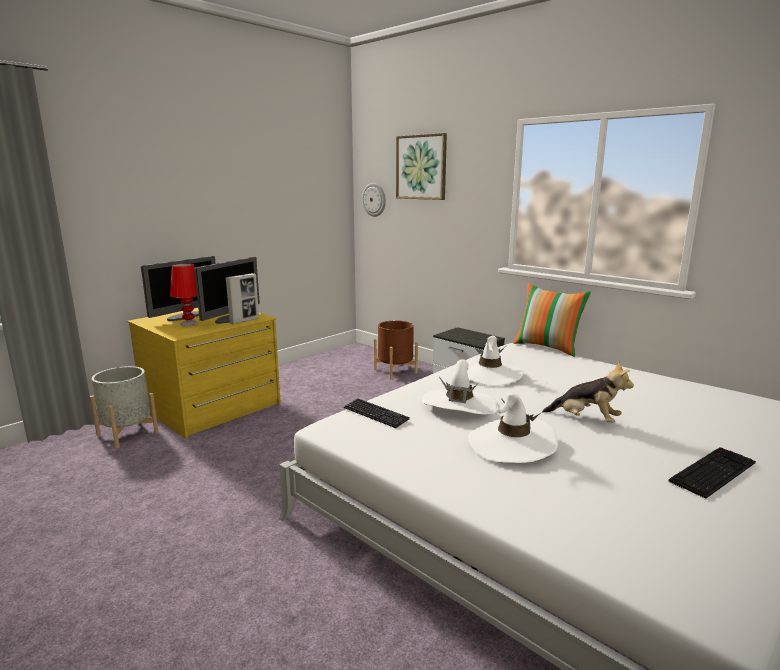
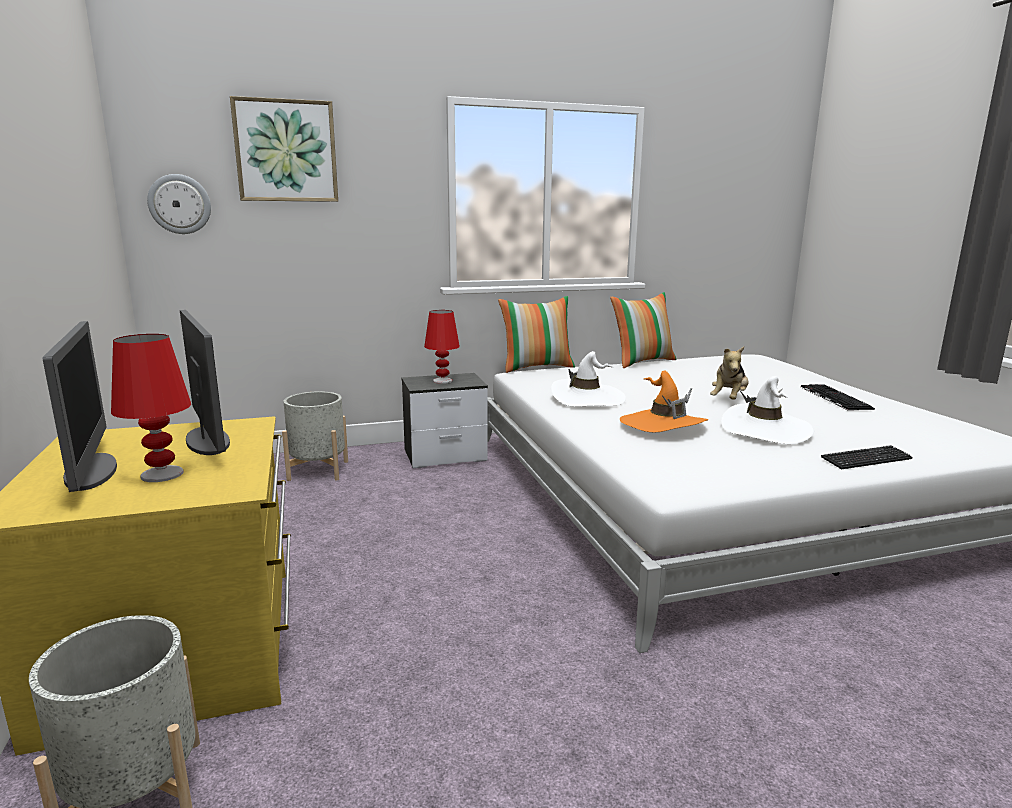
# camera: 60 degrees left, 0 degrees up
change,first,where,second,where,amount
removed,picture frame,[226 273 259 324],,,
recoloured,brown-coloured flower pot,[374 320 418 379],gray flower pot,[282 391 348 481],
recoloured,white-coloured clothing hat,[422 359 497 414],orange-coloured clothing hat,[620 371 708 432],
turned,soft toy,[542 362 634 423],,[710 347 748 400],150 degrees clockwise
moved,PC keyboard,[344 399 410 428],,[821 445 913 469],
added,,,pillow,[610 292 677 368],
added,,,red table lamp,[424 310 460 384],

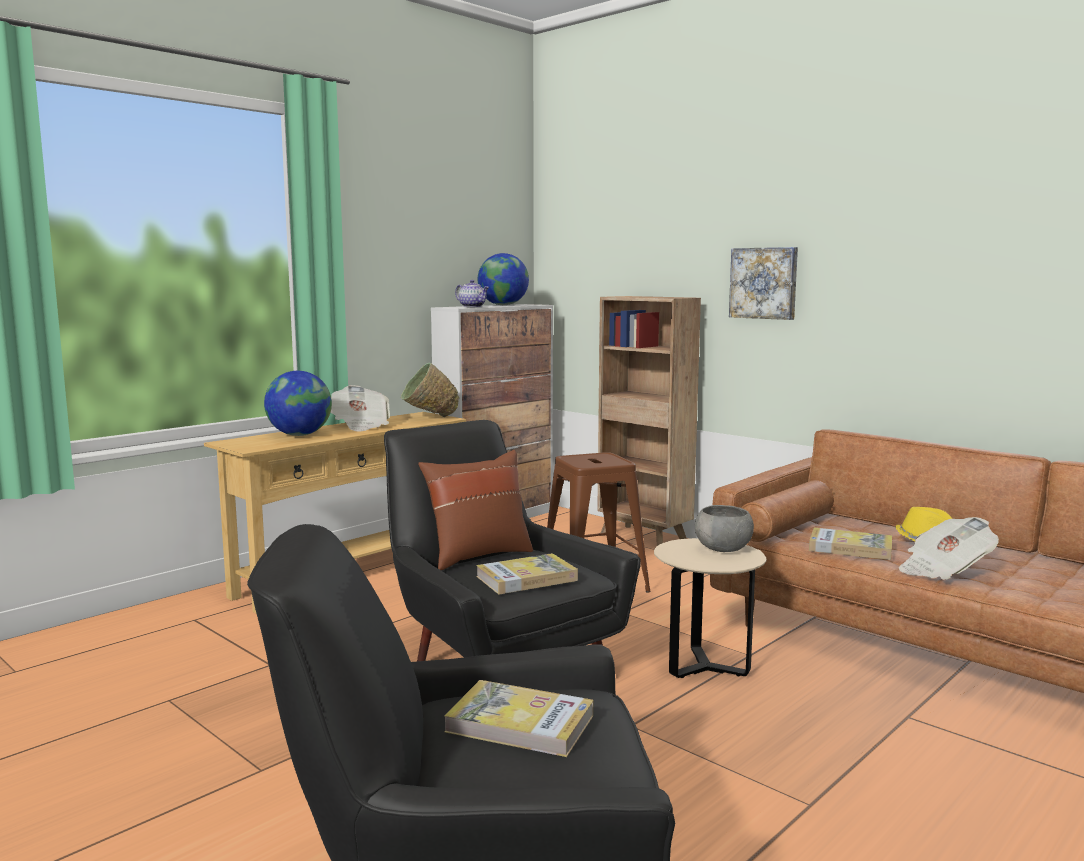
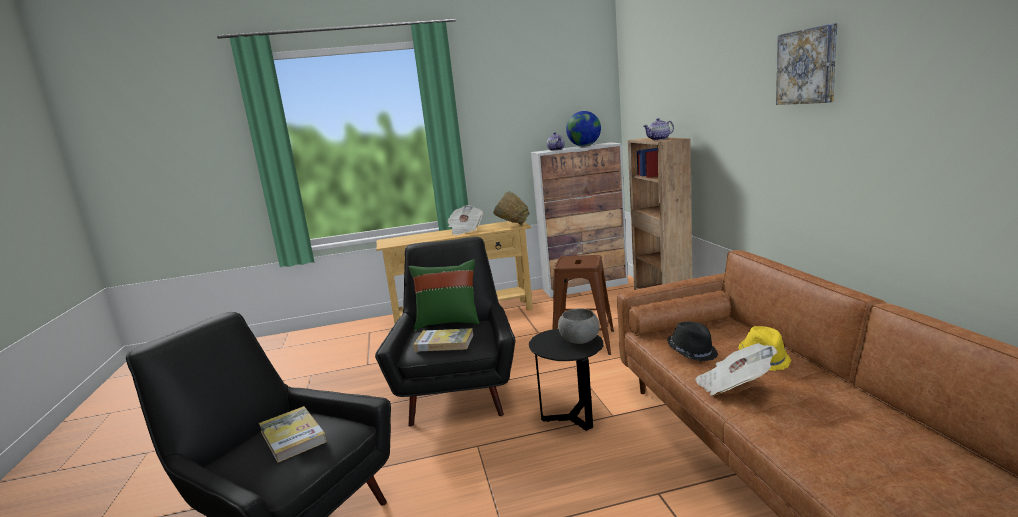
# camera: 35 degrees right, 5 degrees up
change,first,where,second,where,amount
moved,wall art,[729 247 798 320],,[776 23 837 105],
removed,globe,[264 371 332 436],,,
recoloured,brown-coloured pillow,[418 450 533 570],green pillow,[409 259 479 330],
replaced,bound book,[809 527 892 560],blackish clothing hat,[667 322 718 361],
recoloured,sand-coloured accent table,[654 538 766 678],blackish accent table,[529 328 603 431],
added,,,tea pot,[644 118 674 140],

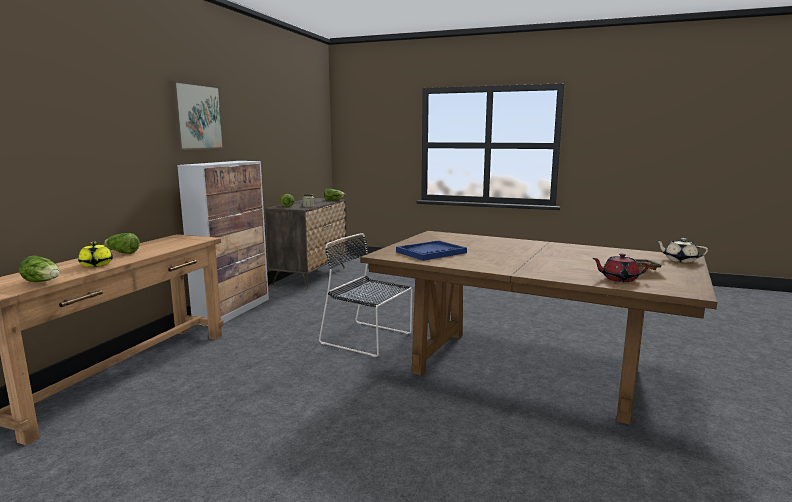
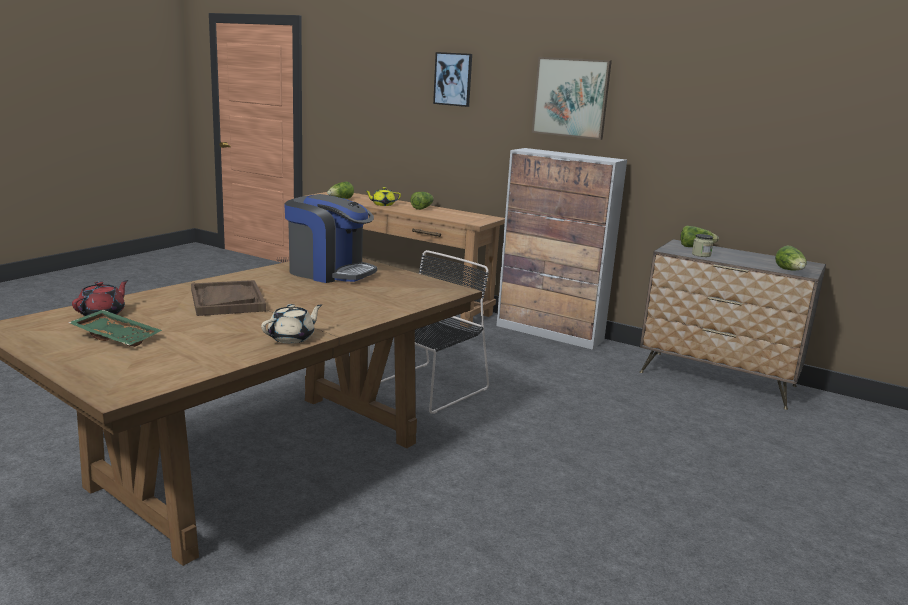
# camera: 100 degrees right, 5 degrees up
change,first,where,second,where,amount
moved,sand-coloured tea pot,[655 238 708 263],,[261 304 322 344],
replaced,blue-coloured tray,[396 240 467 261],coffee maker,[284 194 377 283],
added,,,wall art,[433 52 472 107],
added,,,brown-coloured tray,[191 280 266 316],

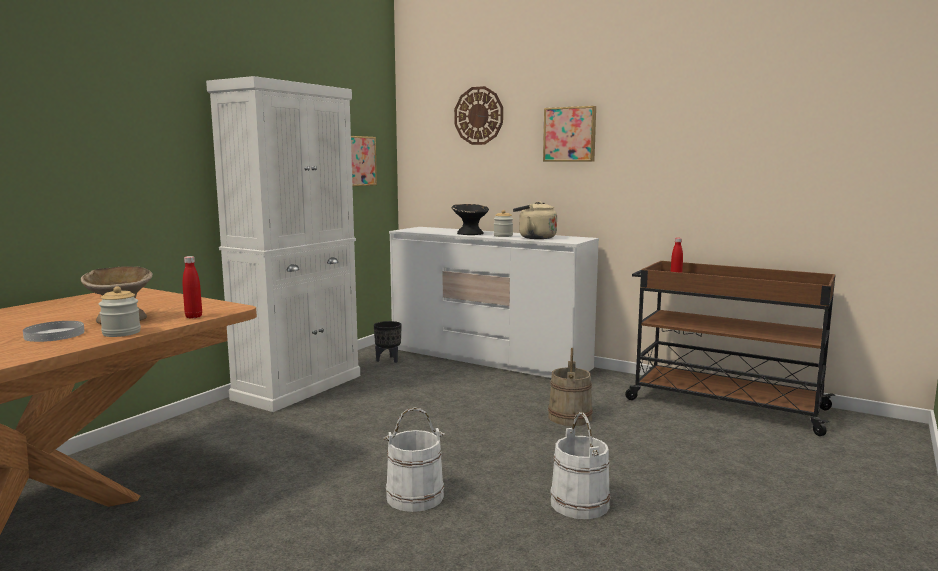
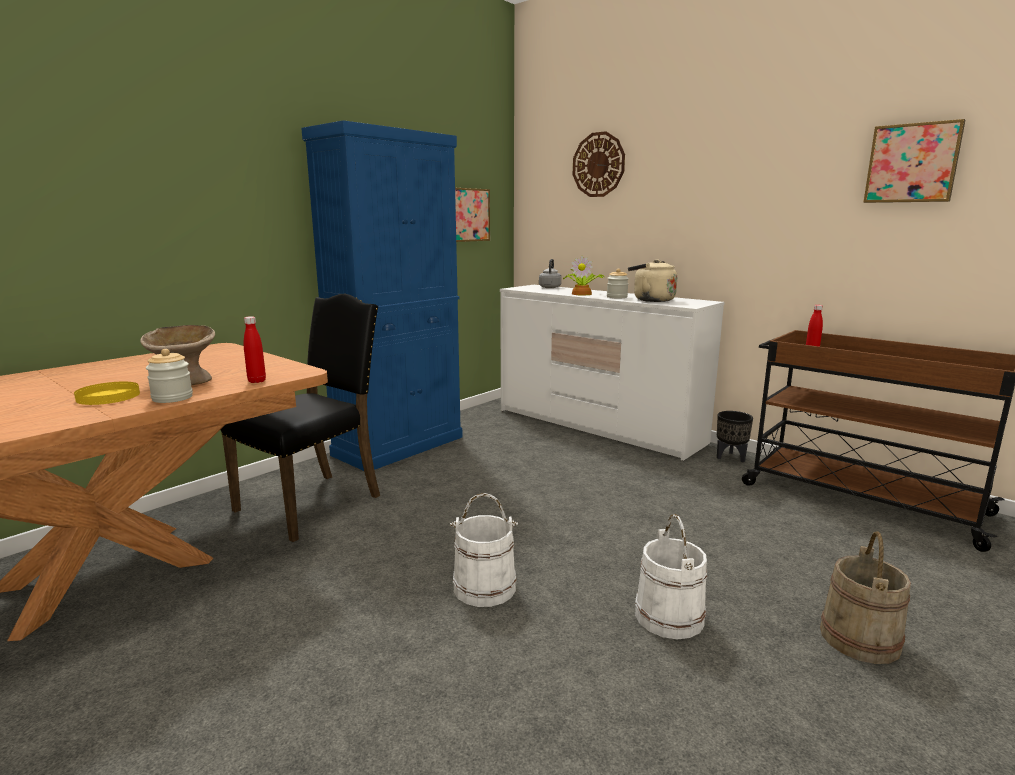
# camera: 10 degrees right, 5 degrees up
change,first,where,second,where,amount
recoloured,white-coloured storage cabinet,[206 76 360 412],blue-coloured storage cabinet,[301 120 463 471],
moved,wall art,[543 106 596 162],,[863 119 965 203],
replaced,blackish bowl,[452 204 489 235],plant in a pot,[563 256 604 295],
recoloured,white-coloured flat dish,[23 321 85 342],yellow-coloured flat dish,[74 382 140 405],
moved,blackish flower pot,[374 321 402 363],,[717 411 753 462],
moved,sand-coloured water bucket,[548 348 593 426],,[820 531 911 664],
added,,,gray kettle,[539 259 562 288],
added,,,blackish plain chair,[220 294 380 542],

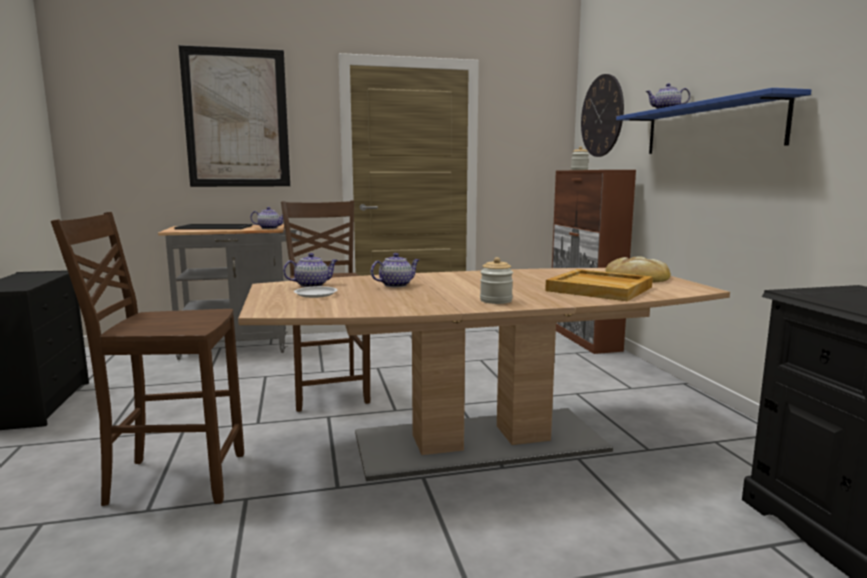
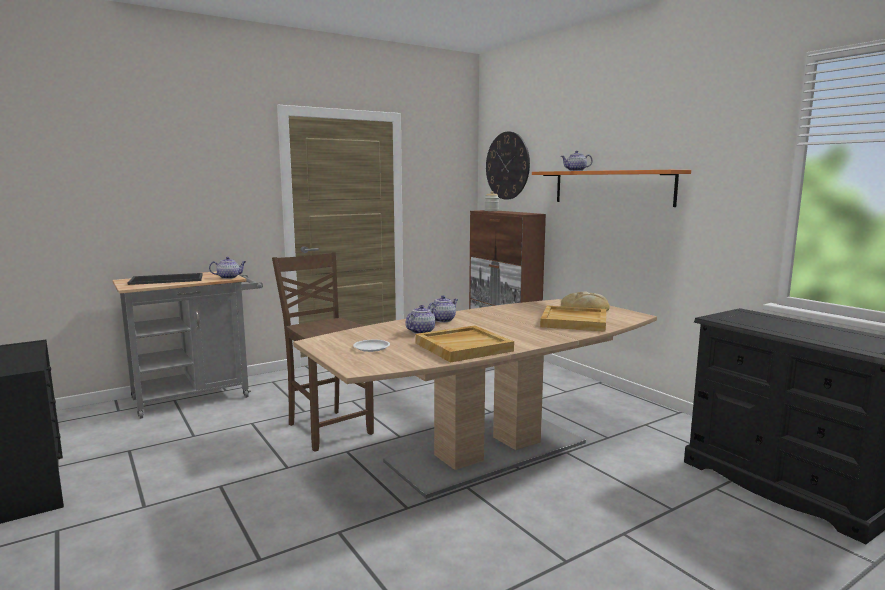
# camera: 20 degrees left, 0 degrees up
change,first,where,second,where,amount
removed,wall art,[179 45 290 187],,,
recoloured,blue-coloured bracket shelf,[616 88 811 154],orange-coloured bracket shelf,[532 170 691 207],
removed,brown-coloured plain chair,[51 212 244 506],,,
moved,tea pot,[283 253 338 287],,[427 295 458 323],
removed,jar,[480 257 513 304],,,
added,,,sand-coloured tray,[415 326 514 363],

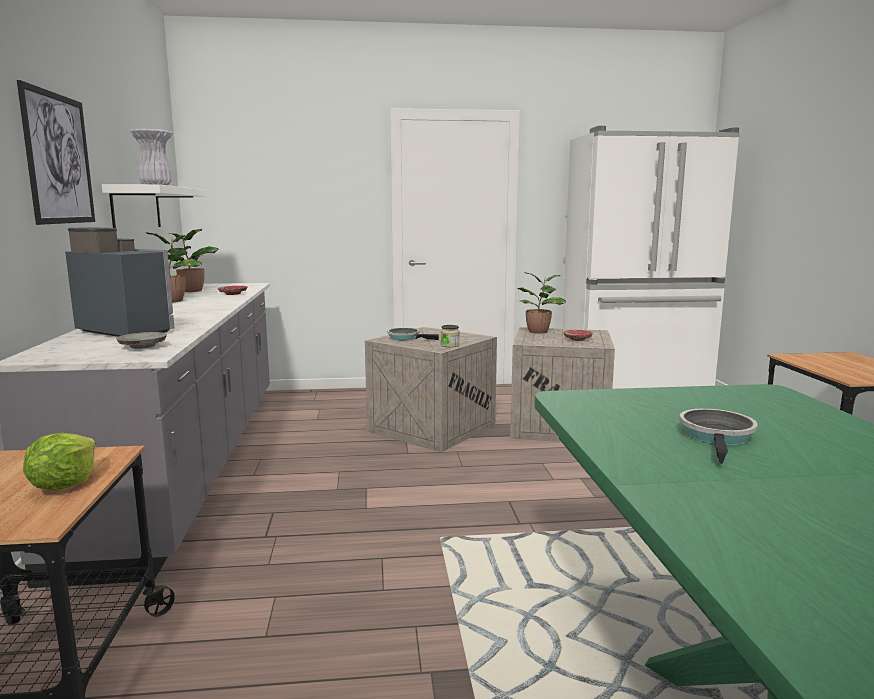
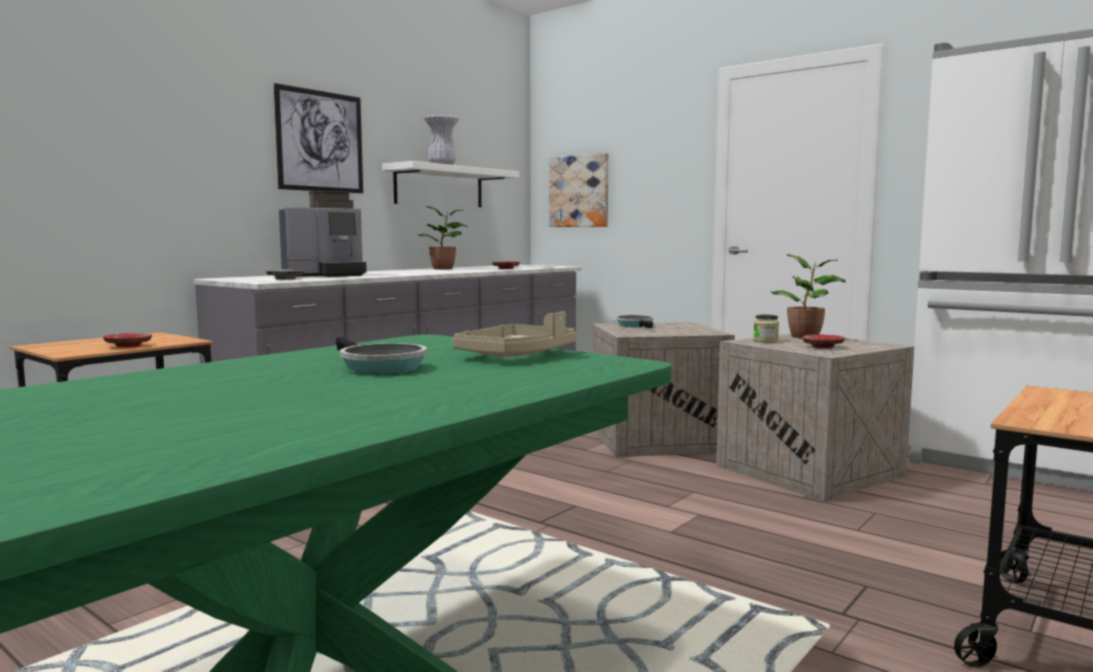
# camera: 45 degrees right, 5 degrees down
change,first,where,second,where,amount
turned,coffee maker,[65 227 174 337],,[279 191 367 277],75 degrees clockwise
removed,plant in a pot,[168 229 219 292],,,
moved,jar,[441 325 460 347],,[753 315 779 343],
turned,frying pan,[679 408 758 464],,[335 337 427 374],75 degrees clockwise
replaced,head of lettuce,[23 433 96 490],red flat dish,[103 333 152 347],
added,,,wall art,[549 153 608 227],
added,,,sand-coloured tray,[452 312 576 357],

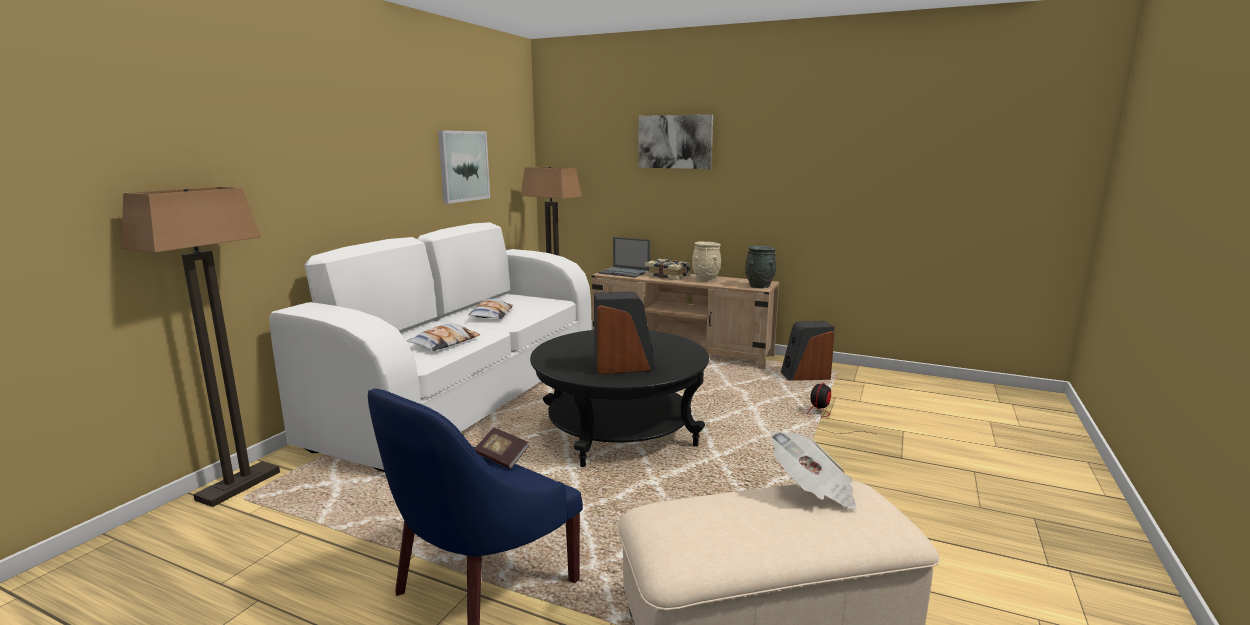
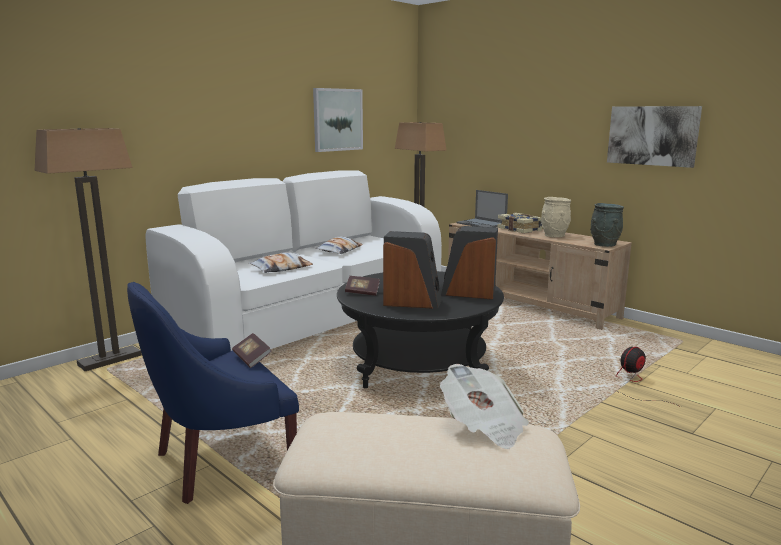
# camera: 20 degrees right, 0 degrees up
change,first,where,second,where,amount
moved,wall art,[638 115 713 169],,[607 106 702 168],
moved,audio speaker,[781 321 835 381],,[441 226 498 300],
added,,,bound book,[345 276 380 296],

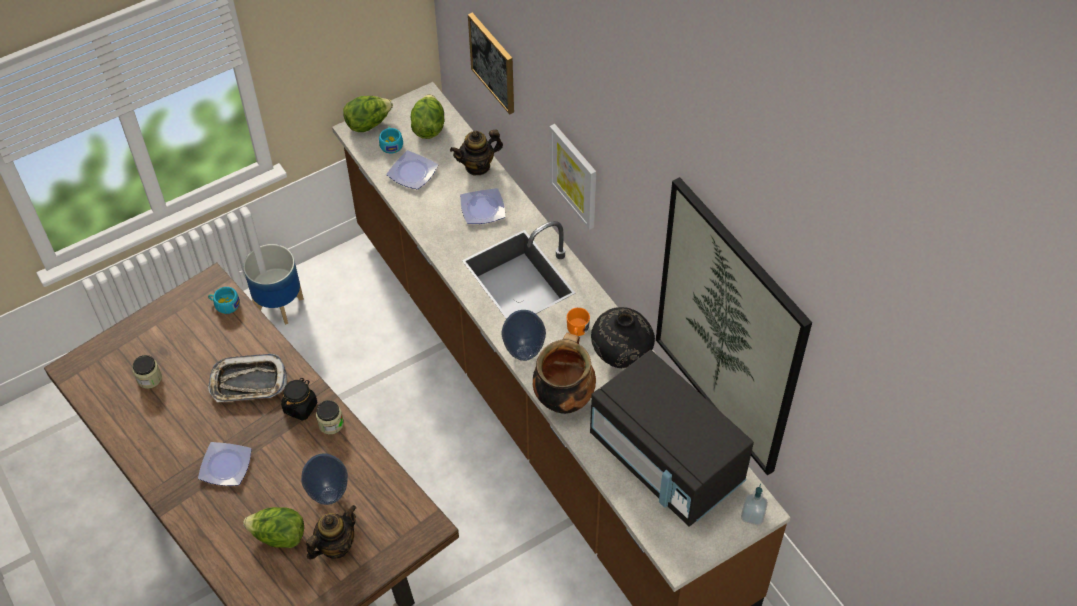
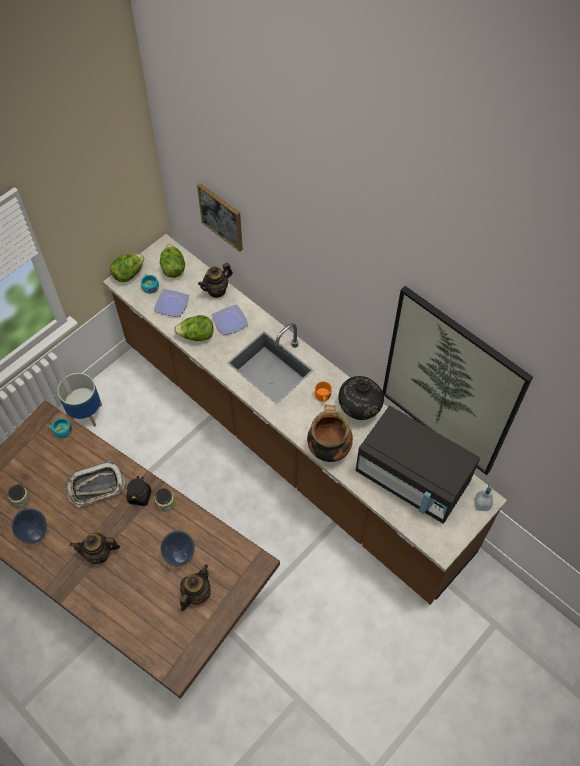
# camera: 15 degrees left, 5 degrees up
change,first,where,second,where,amount
removed,wall art,[550 124 596 230],,,
moved,vase,[501 310 546 361],,[12 508 47 544],
replaced,flat dish,[198 442 252 486],tea pot,[70 532 120 564],
moved,head of lettuce,[243 507 304 548],,[174 315 214 341],

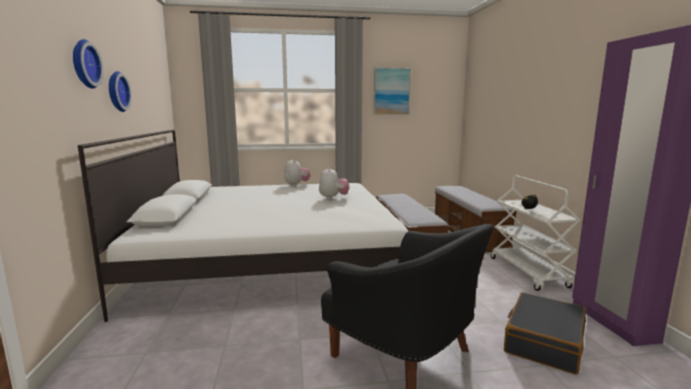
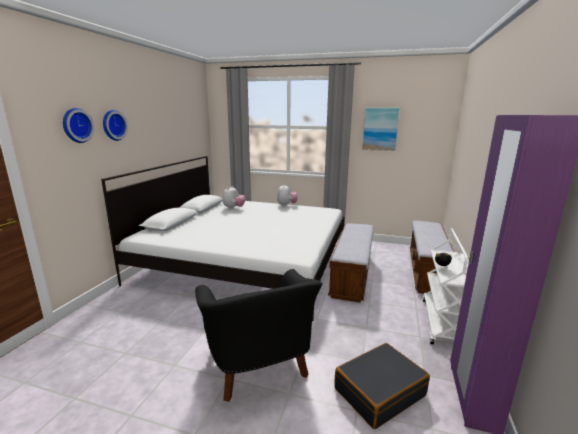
# camera: 25 degrees right, 5 degrees up
change,first,where,second,where,amount
moved,clock on the wall,[109 71 132 112],,[63 108 94 143],
moved,soft toy,[319 167 349 200],,[222 186 246 209],

